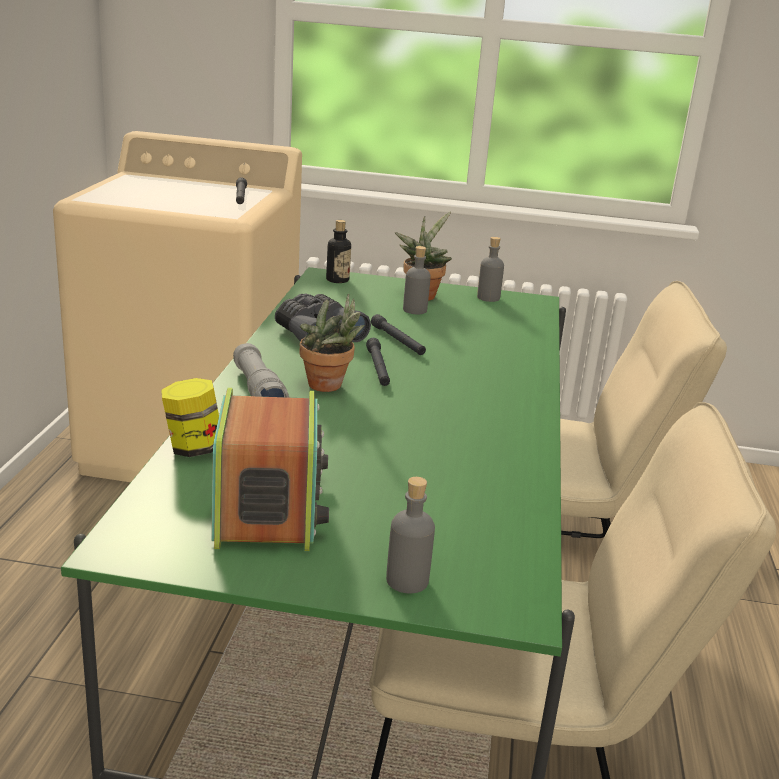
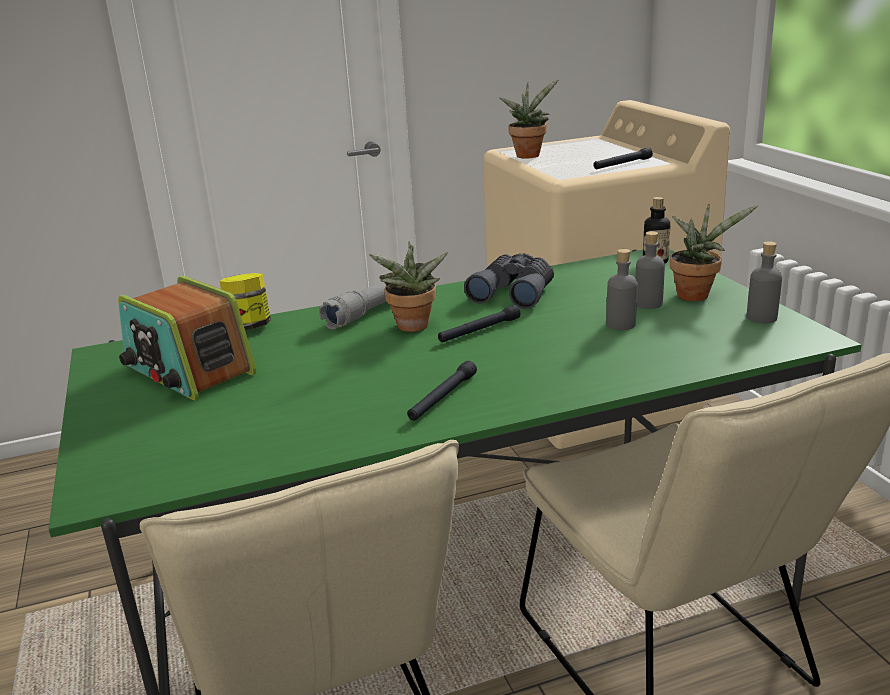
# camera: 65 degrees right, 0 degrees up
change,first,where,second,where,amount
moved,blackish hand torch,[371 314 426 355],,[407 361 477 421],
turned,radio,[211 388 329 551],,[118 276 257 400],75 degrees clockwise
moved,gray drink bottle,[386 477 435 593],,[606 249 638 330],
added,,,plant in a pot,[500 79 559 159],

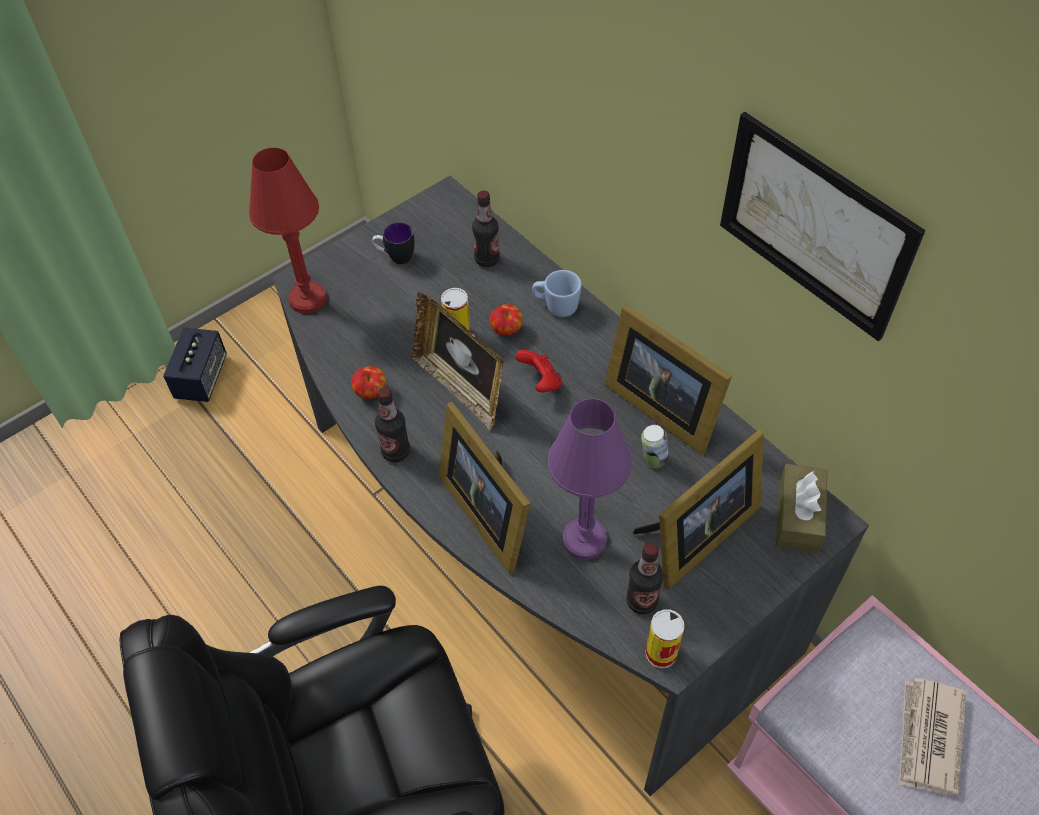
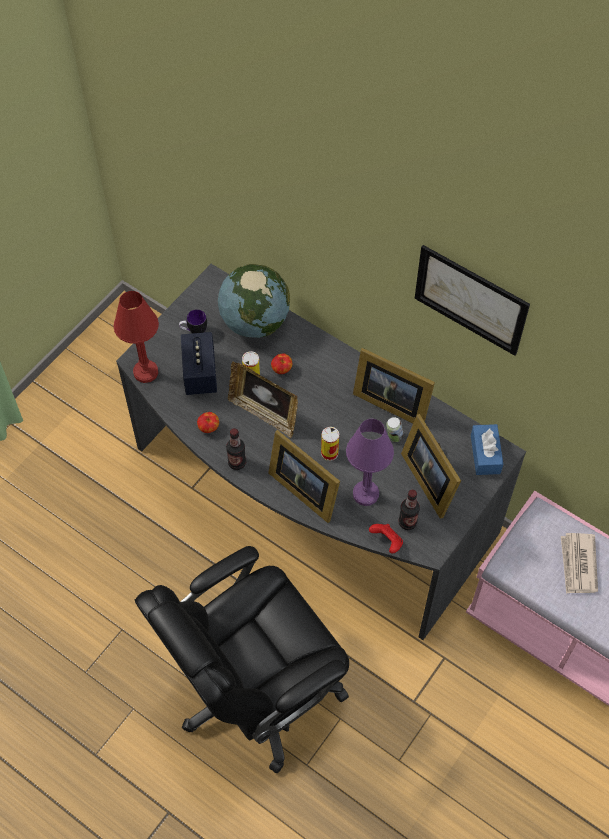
# camera: 15 degrees left, 5 degrees up
change,first,where,second,where,amount
replaced,drink bottle,[472 191 500 267],globe,[218 264 290 338],
removed,blue-coloured mug,[532 270 582 317],,,
moved,audio speaker,[163 328 227 402],,[181 332 217 395],
moved,red gamepad,[515 350 562 392],,[369 524 403 554],
turned,picture frame,[633 429 764 590],,[401 414 461 519],120 degrees clockwise
recoloured,brown-coloured box of tissues,[776 464 827 553],blue-coloured box of tissues,[471 424 503 475],
moved,can,[646 609 684 668],,[321 427 339 461],

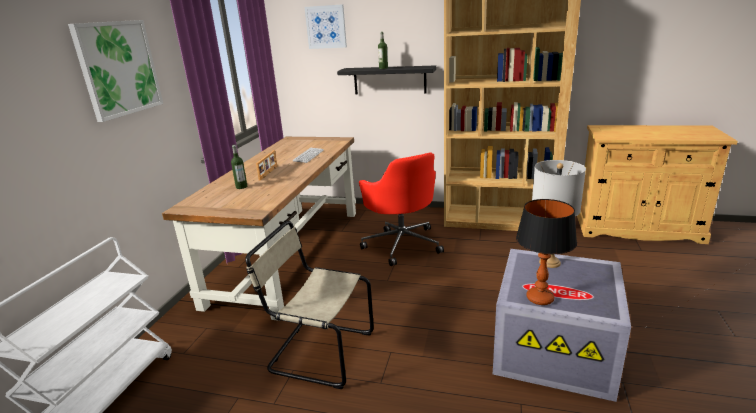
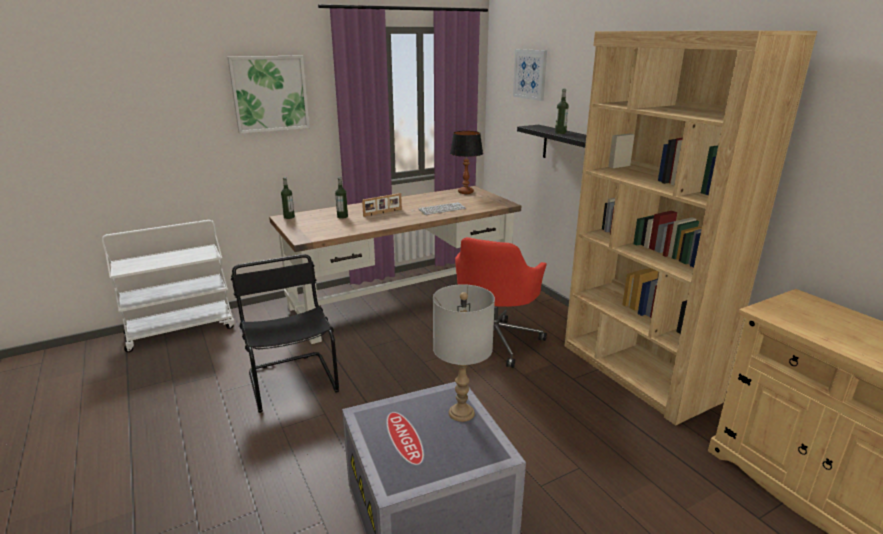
# camera: 45 degrees right, 0 degrees up
change,first,where,second,where,amount
moved,table lamp,[516 199 577 305],,[450 131 483 194],
recoloured,sand-coloured plain chair,[245 221 374 389],blackish plain chair,[231 254 339 413],
added,,,drink bottle,[281 177 295 219],

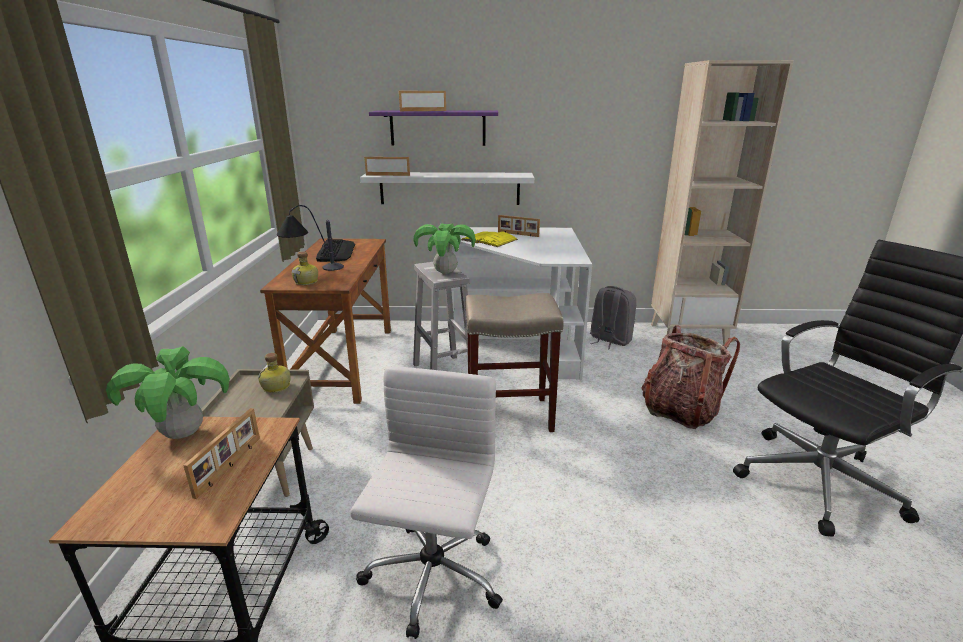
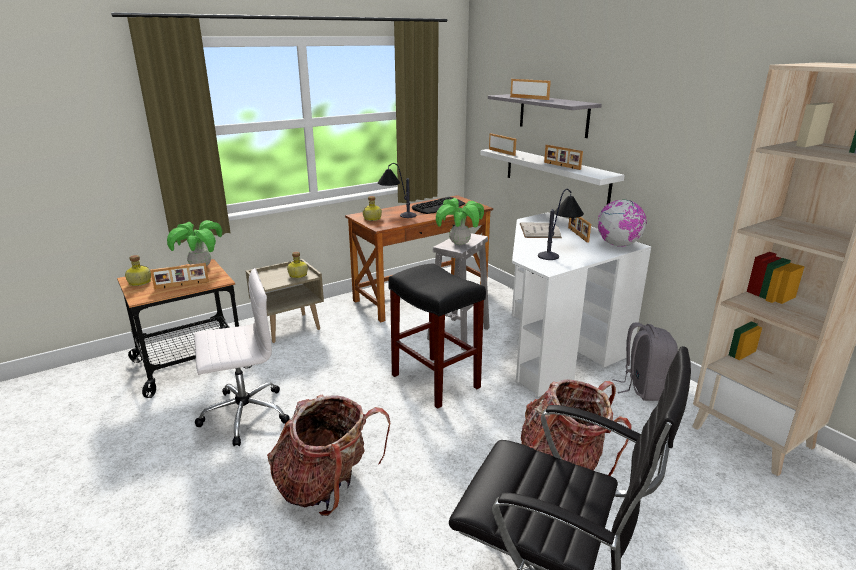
# camera: 55 degrees right, 0 degrees up
change,first,where,second,where,amount
recoloured,purple-coloured bracket shelf,[369 110 498 146],gray bracket shelf,[488 94 602 138],
recoloured,yellow-coloured bound book,[461 231 518 247],white-coloured bound book,[520 222 562 238],
recoloured,sand-coloured stool seat,[465 293 564 432],blackish stool seat,[388 263 486 409],
added,,,picture frame,[544 145 583 170],
added,,,table lamp,[538 189 584 260],
added,,,globe,[598 200 647 247],
added,,,drink bottle,[125 255 151 286],
added,,,knapsack,[267 394 390 516],

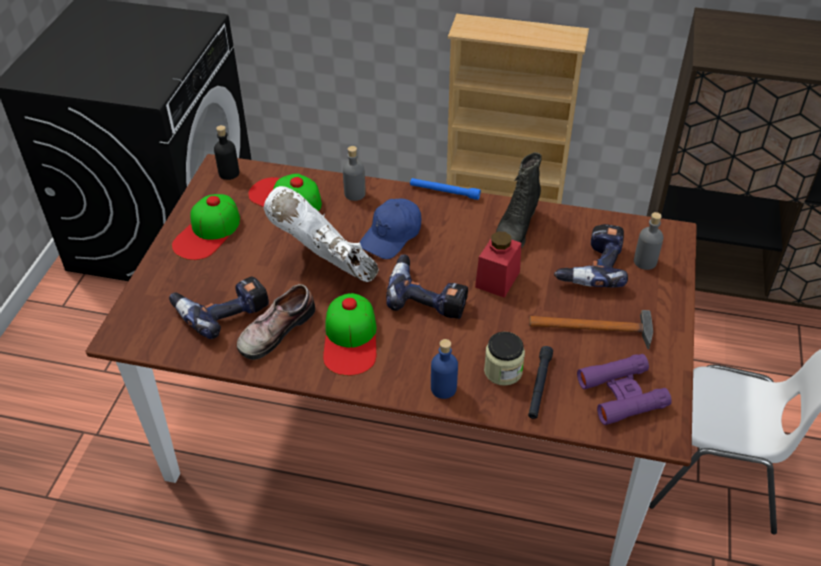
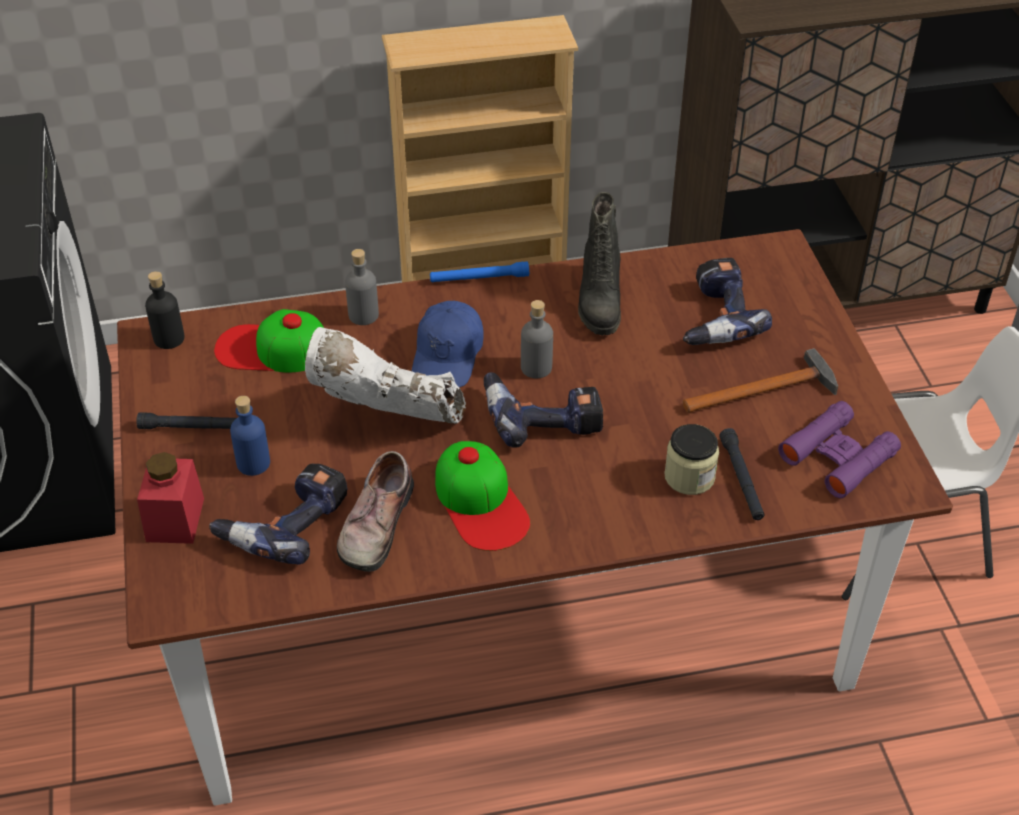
# camera: 25 degrees left, 0 degrees up
change,first,where,second,where,amount
replaced,cap,[172 194 240 260],blackish hand torch,[136 412 236 429],
moved,gray drink bottle,[634 212 664 270],,[521 300 553 378],
moved,red jar,[475 231 521 298],,[137 452 204 544],
moved,blue-coloured drink bottle,[431 339 458 399],,[230 396 270 476],

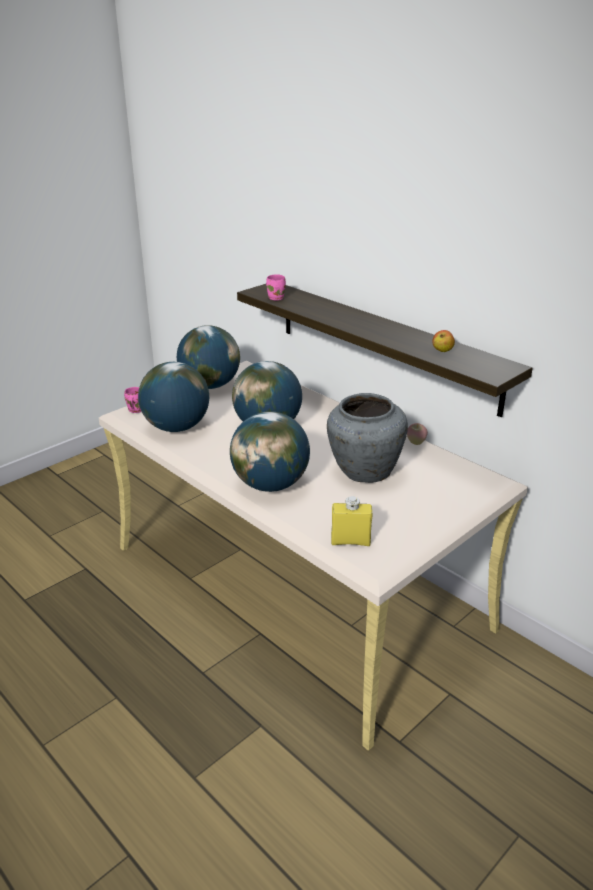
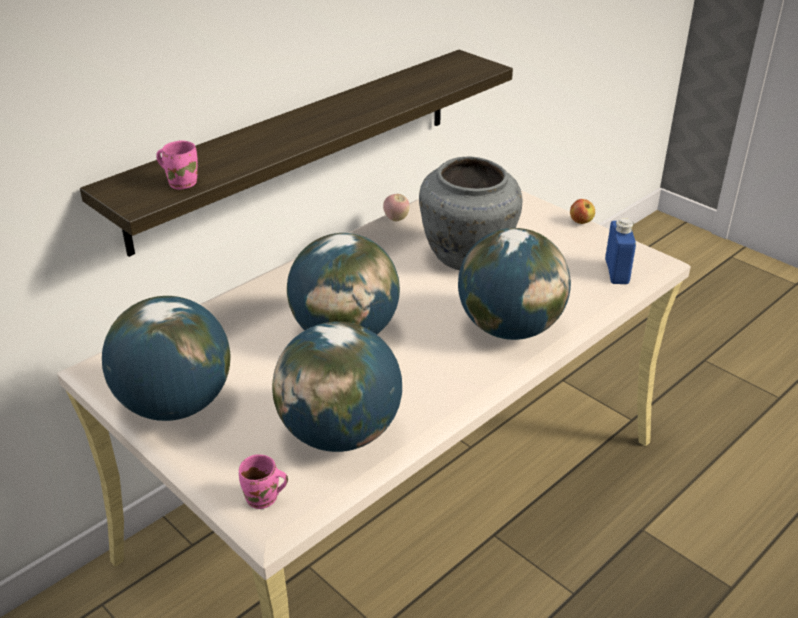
# camera: 90 degrees left, 5 degrees up
change,first,where,second,where,amount
moved,apple,[432 330 455 352],,[570 199 595 224],
recoloured,yellow-coloured drink bottle,[331 496 372 546],blue-coloured drink bottle,[605 218 636 284],

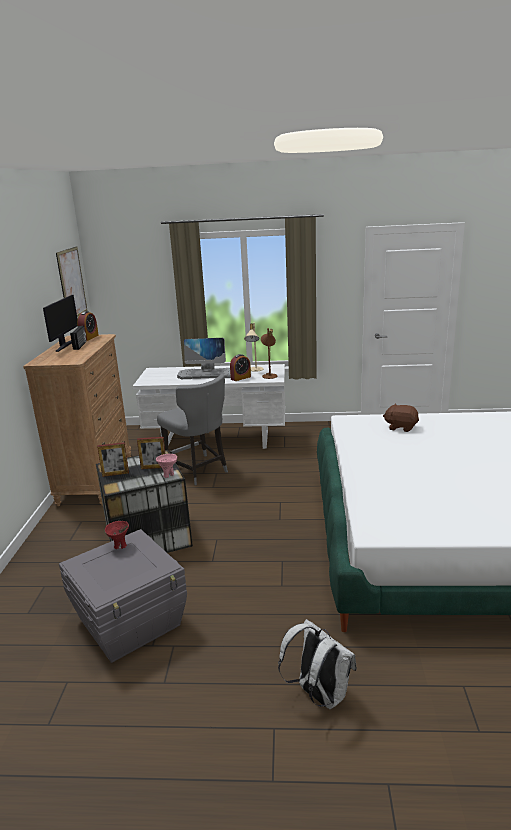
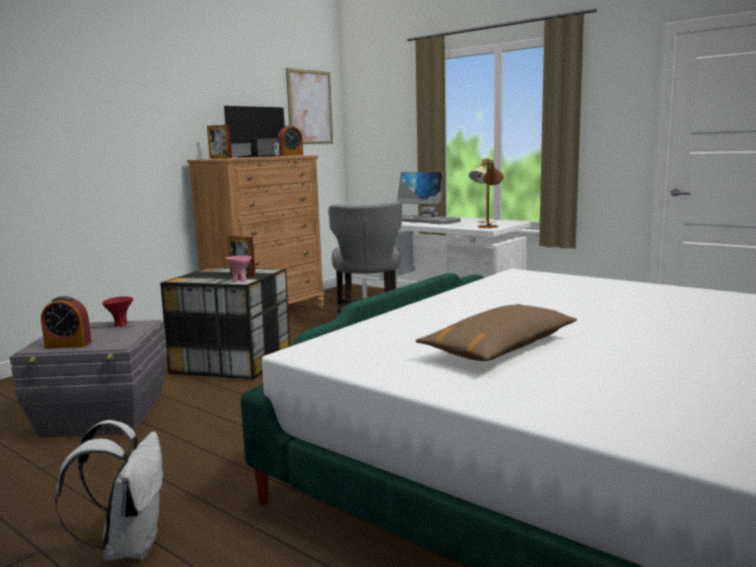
# camera: 35 degrees right, 10 degrees down
change,first,where,second,where,amount
moved,table clock,[230 354 251 381],,[41 296 92 348],
removed,brown-coloured soft toy,[383 404 419 432],,,
moved,picture frame,[97 442 129 477],,[207 125 232 159],
added,,,brown-coloured pillow,[416 304 577 361],

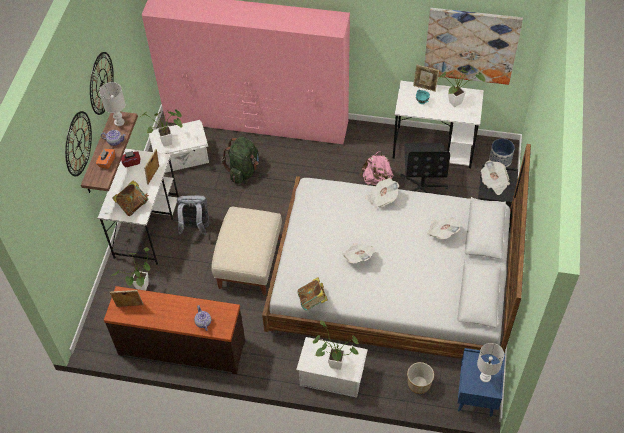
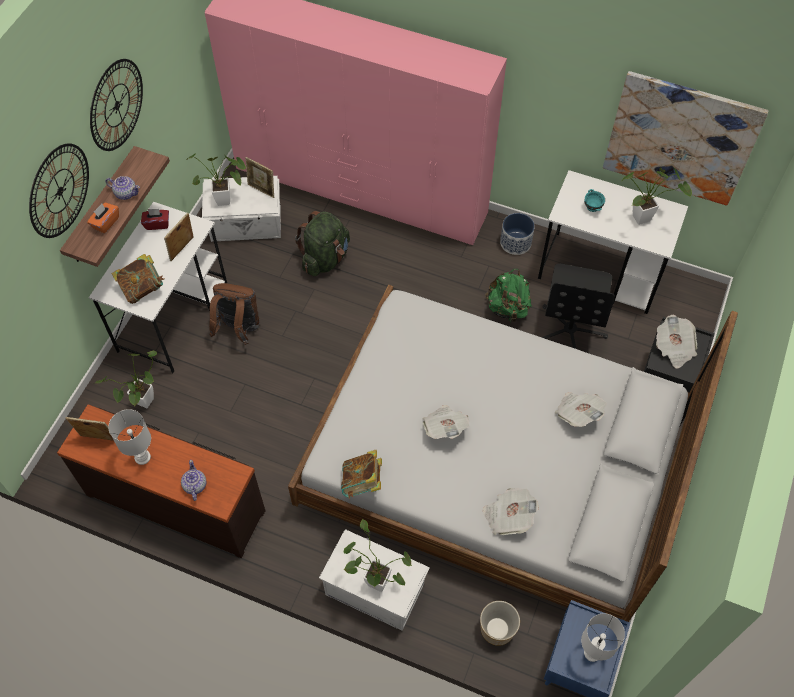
# camera: 10 degrees right, 5 degrees up
change,first,where,second,where,amount
moved,picture frame,[413 64 439 92],,[245 157 274 198],
moved,white-coloured table lamp,[99 82 125 126],,[108 409 151 465],
moved,flower pot,[489 138 515 167],,[500 213 535 255],
recoloured,pinkish knapsack,[360 151 394 186],green knapsack,[485 269 532 323],
moved,newspaper,[366 178 399 209],,[482 488 539 535],
recoloured,gray knapsack,[177 195 211 236],brown-coloured knapsack,[209 283 260 345],
removed,sand-coloured footrest,[211 207 282 296],,,

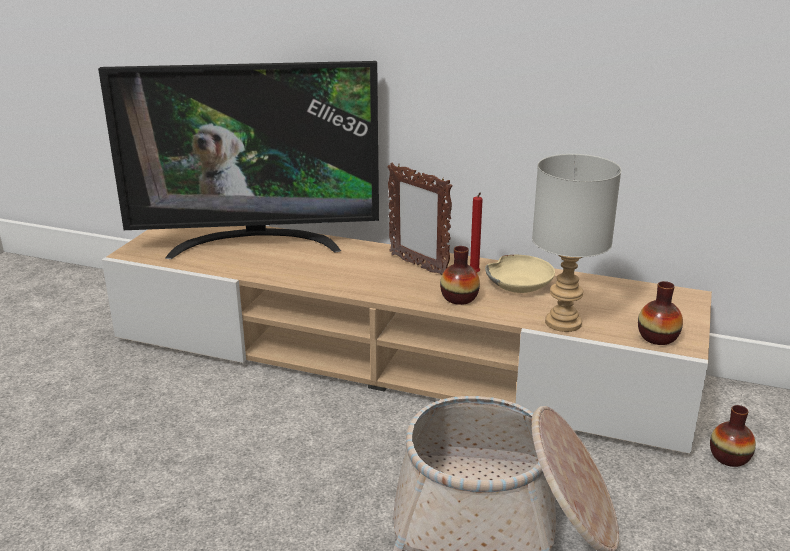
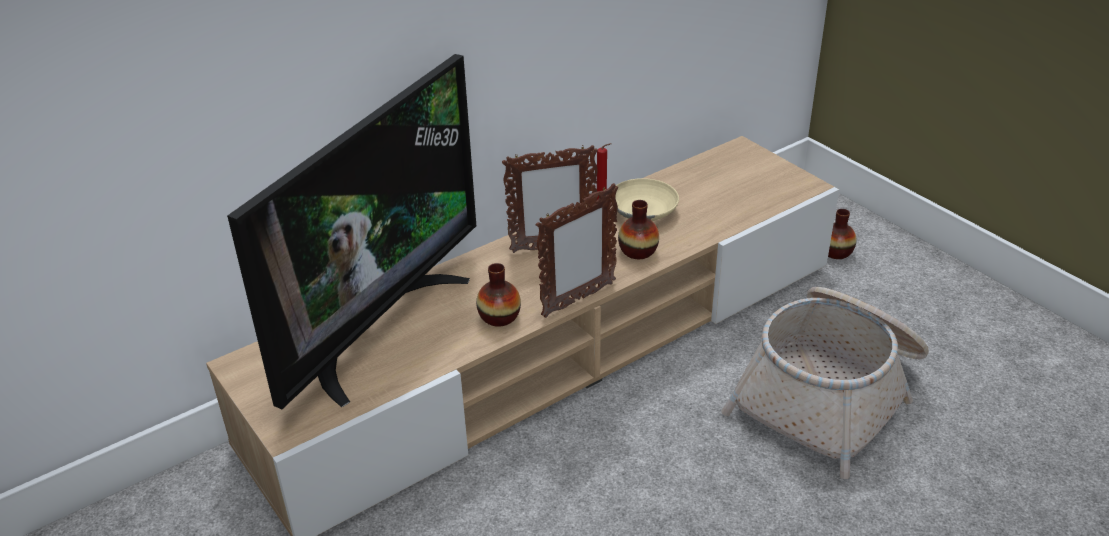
# camera: 55 degrees left, 10 degrees up
change,first,where,second,where,amount
removed,gray table lamp,[532 154 621 332],,,
moved,vase,[638 281 683 345],,[476 263 521 327],
added,,,picture frame,[536 183 618 318],

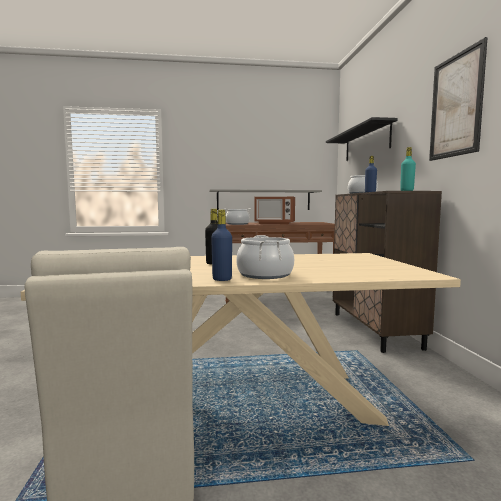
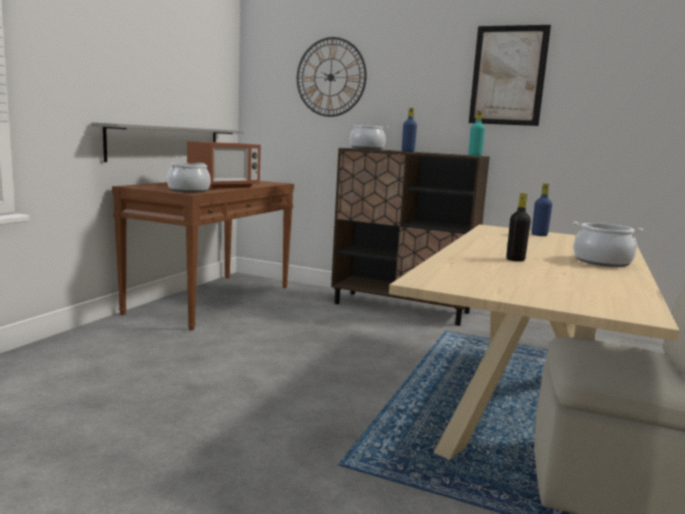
# camera: 60 degrees left, 5 degrees up
change,first,where,second,where,amount
replaced,blackish bracket shelf,[326 117 397 161],clock on the wall,[297 37 367 117],
moved,blue-coloured drink bottle,[211 210 232 281],,[532 184 552 236],

